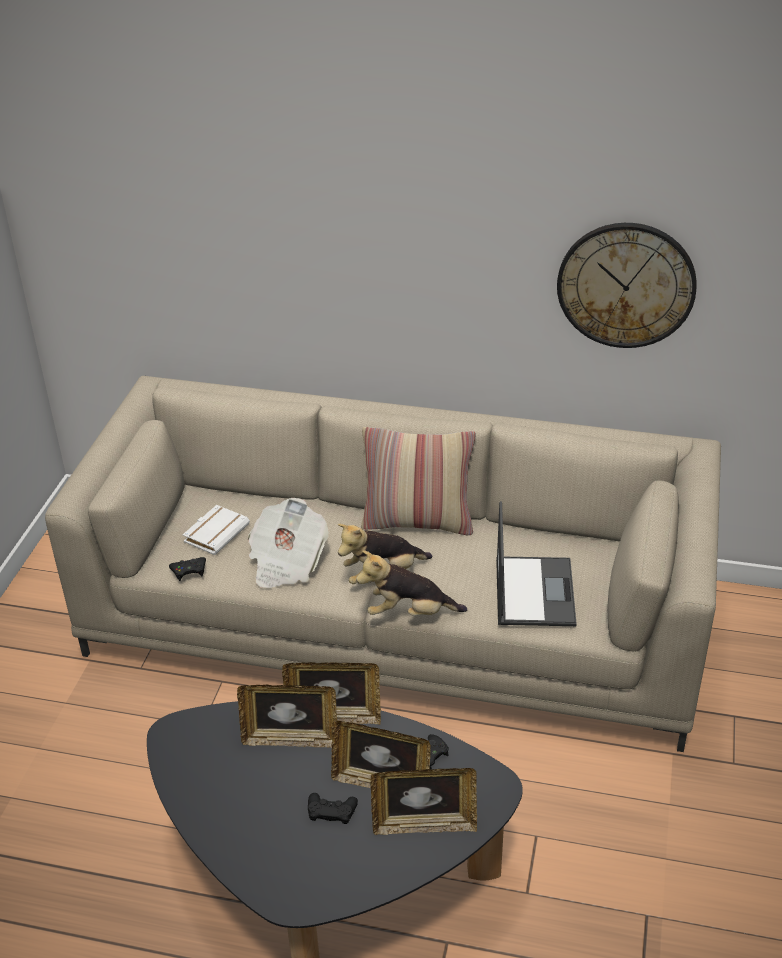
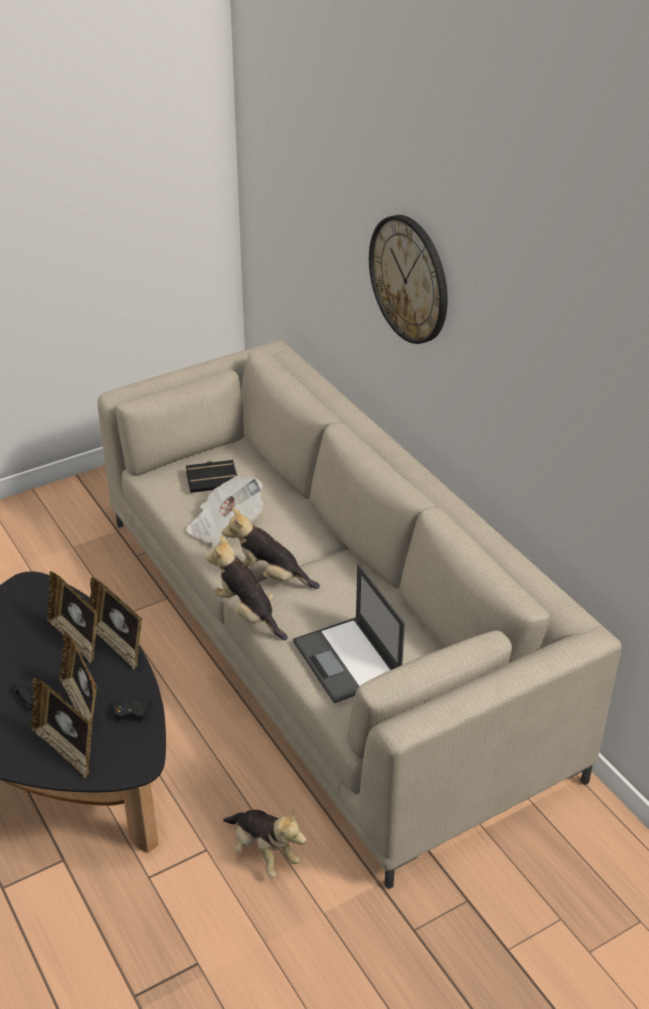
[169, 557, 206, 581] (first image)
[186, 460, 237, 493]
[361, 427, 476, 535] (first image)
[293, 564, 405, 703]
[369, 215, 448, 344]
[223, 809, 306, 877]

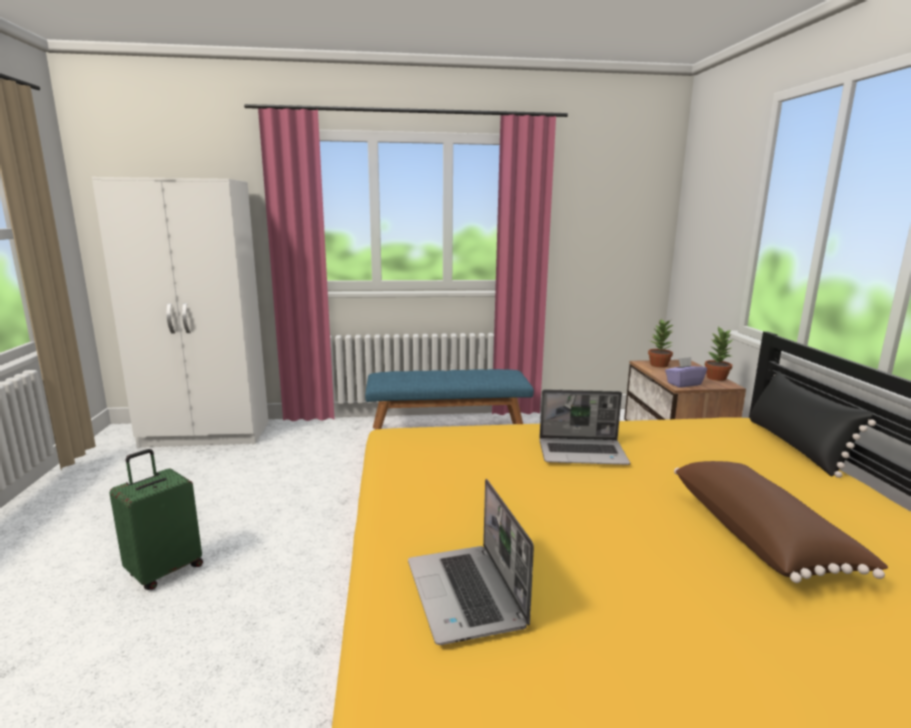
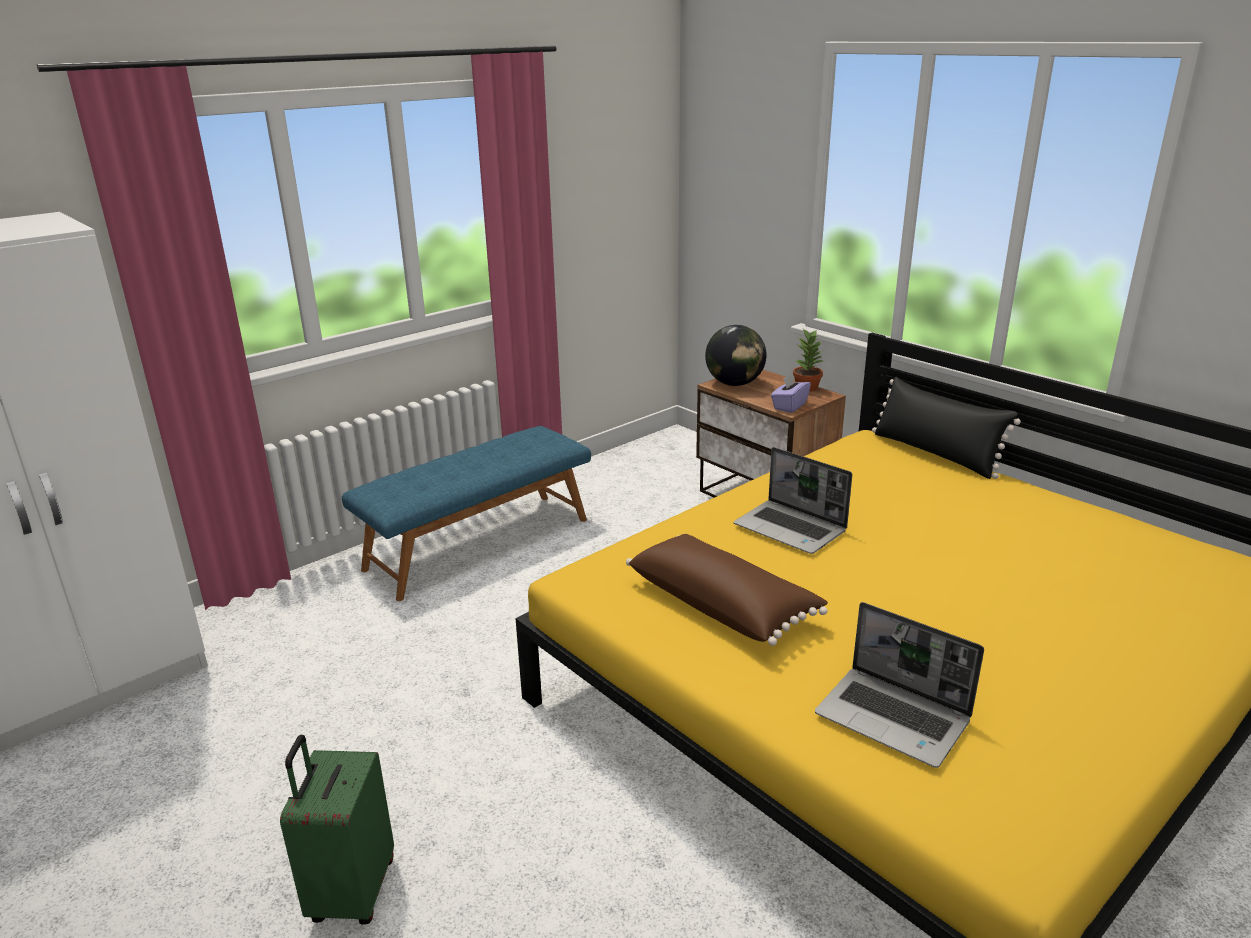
[734, 447, 852, 554]
[705, 325, 767, 386]
[626, 534, 828, 646]

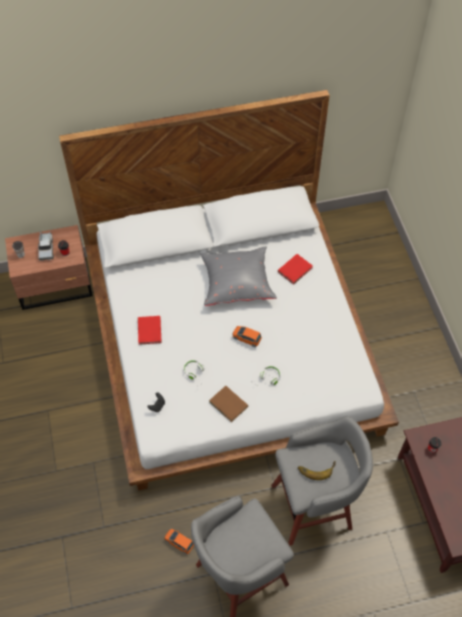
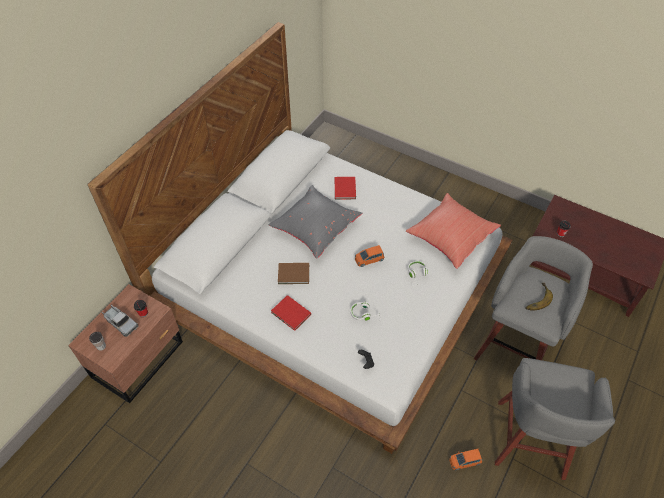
[278, 263, 309, 284]
[406, 193, 501, 269]

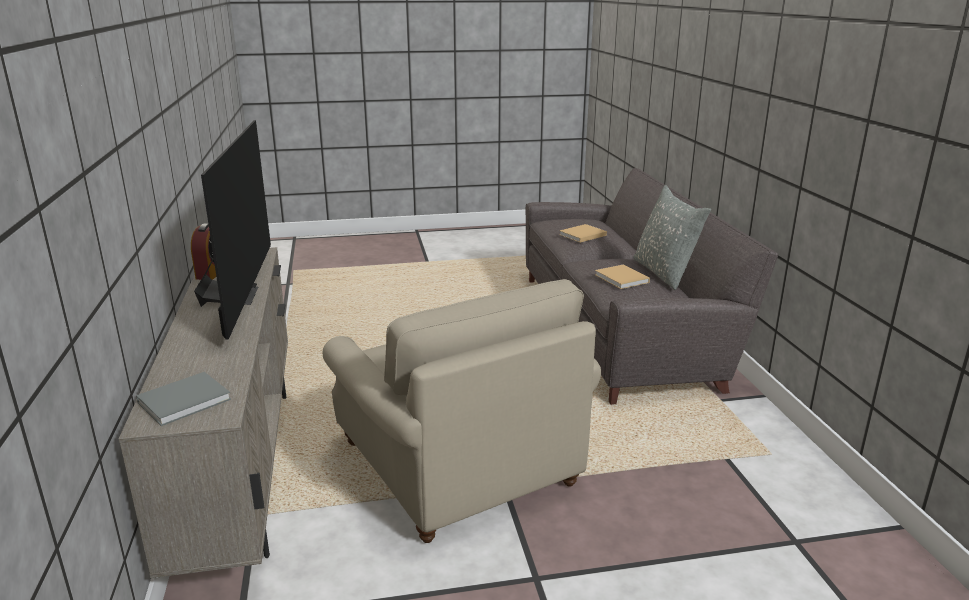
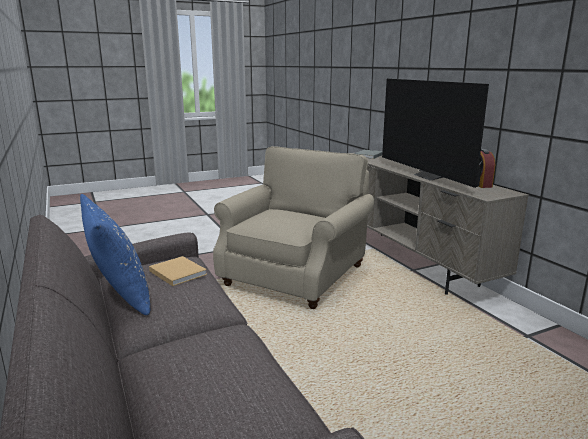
[213, 146, 374, 309]
[559, 224, 607, 243] (first image)
[80, 194, 150, 315]

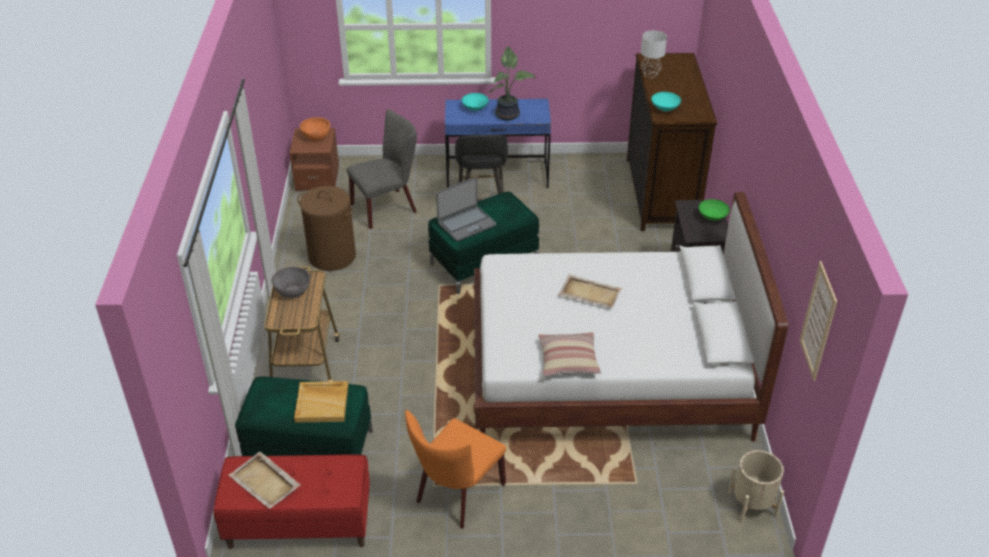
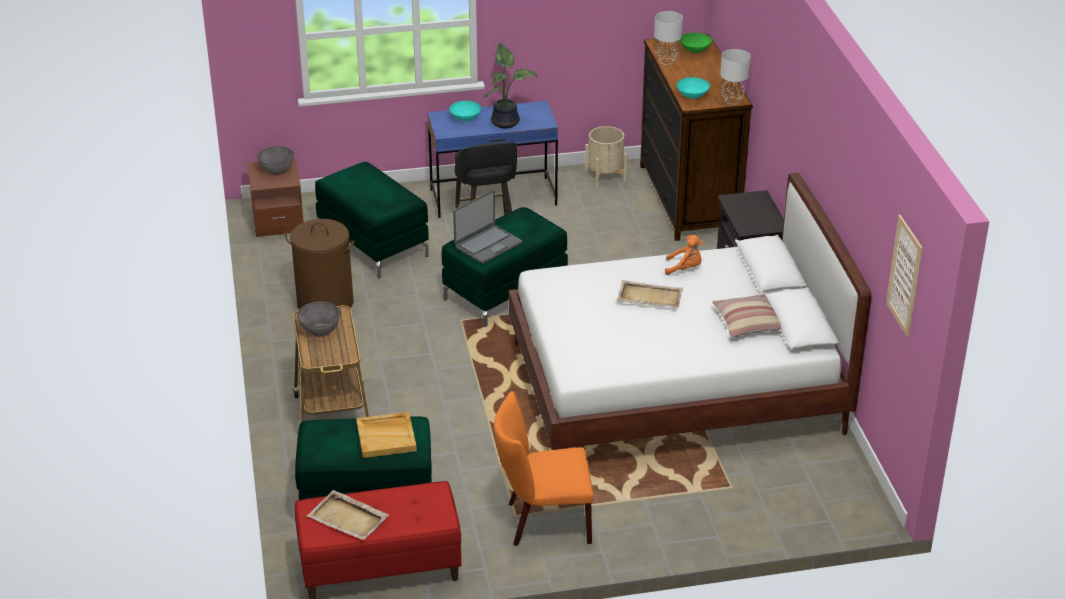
[257, 146, 294, 175]
[315, 162, 429, 278]
[494, 391, 594, 546]
[712, 293, 781, 337]
[680, 33, 712, 53]
[585, 126, 627, 188]
[665, 235, 702, 275]
[720, 49, 751, 105]

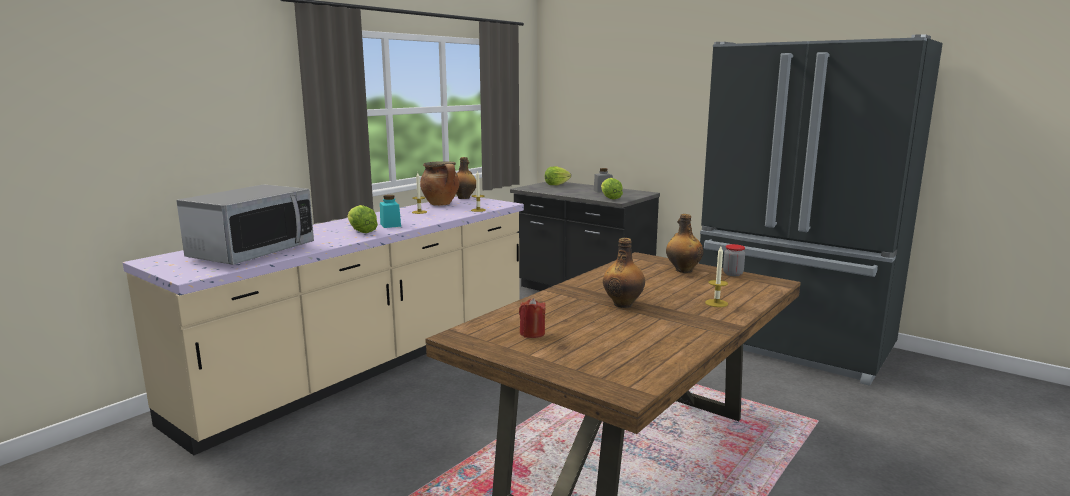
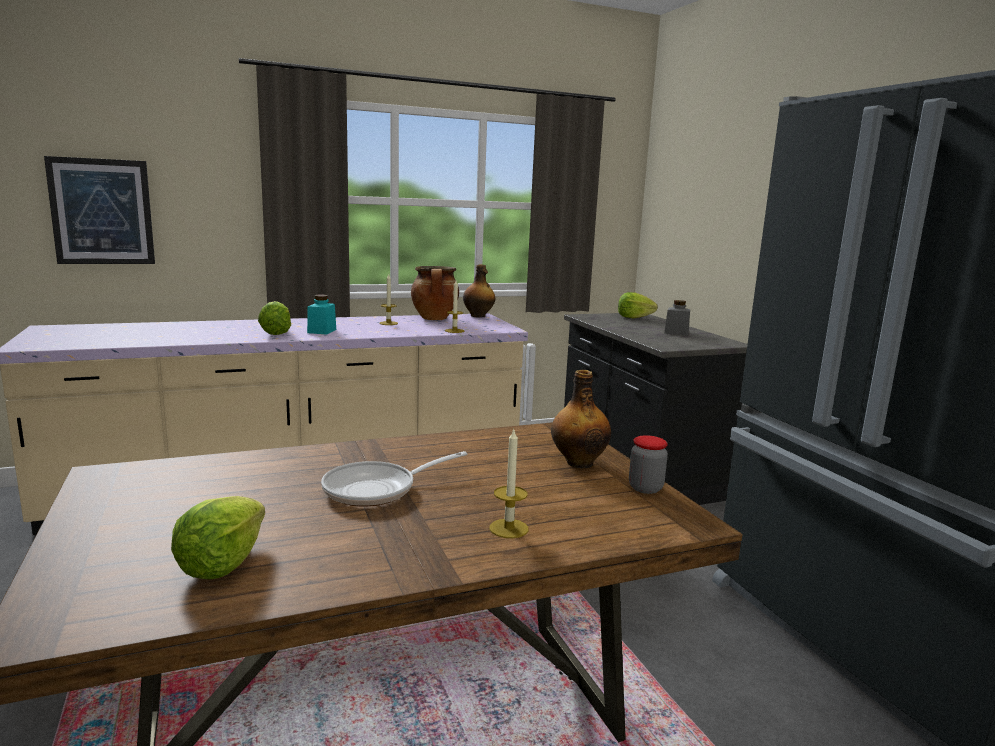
[176, 184, 314, 265] (first image)
[519, 298, 546, 338] (first image)
[171, 496, 265, 579]
[321, 451, 467, 506]
[44, 156, 155, 264]

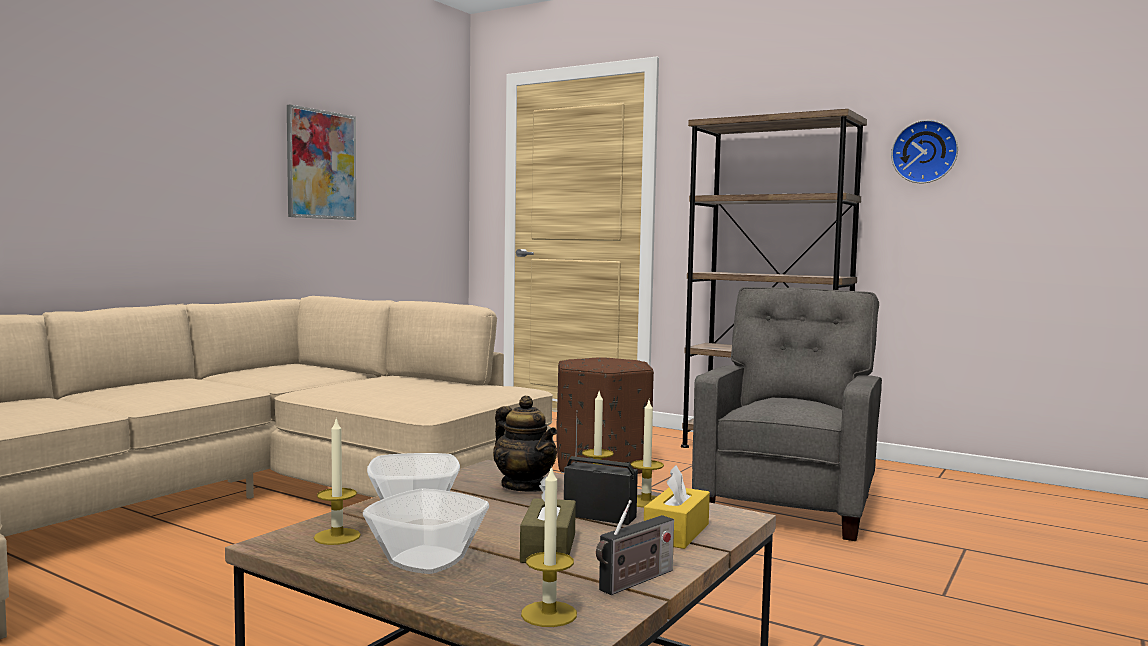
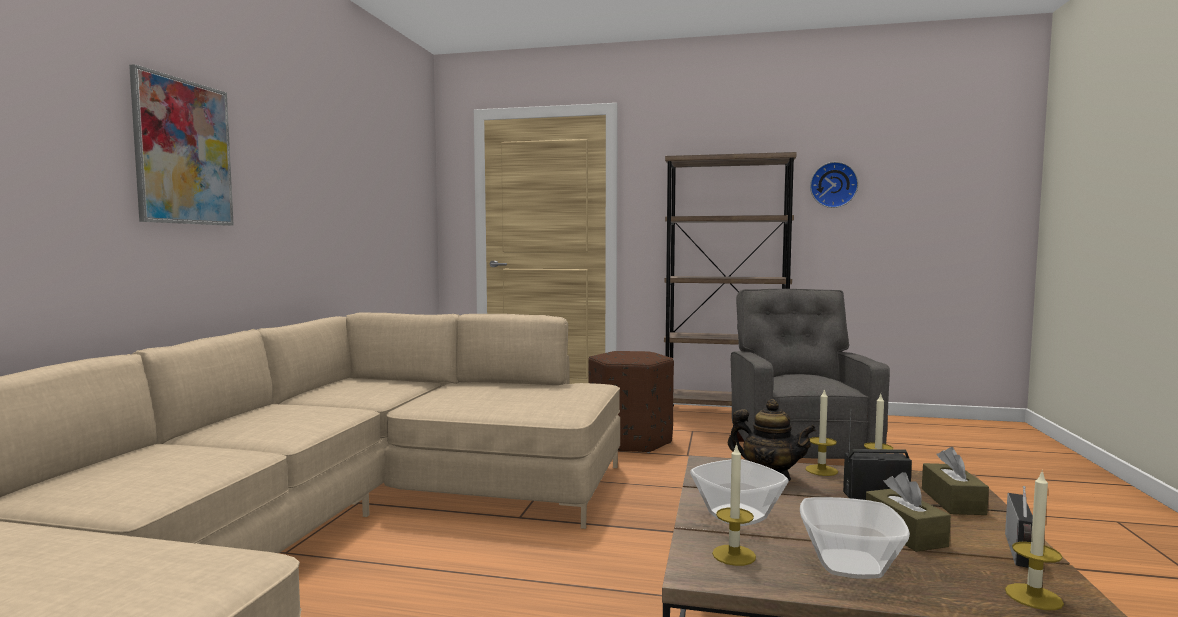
[129, 64, 234, 226]
[922, 447, 989, 515]

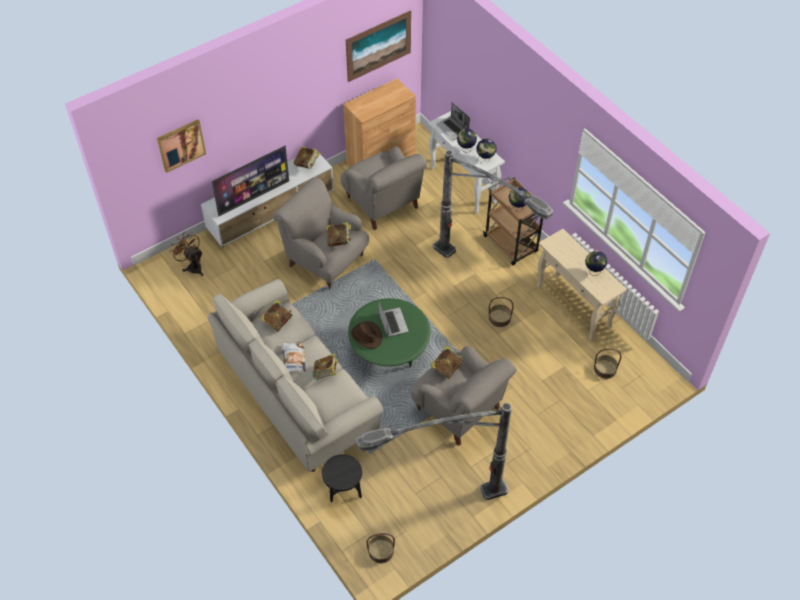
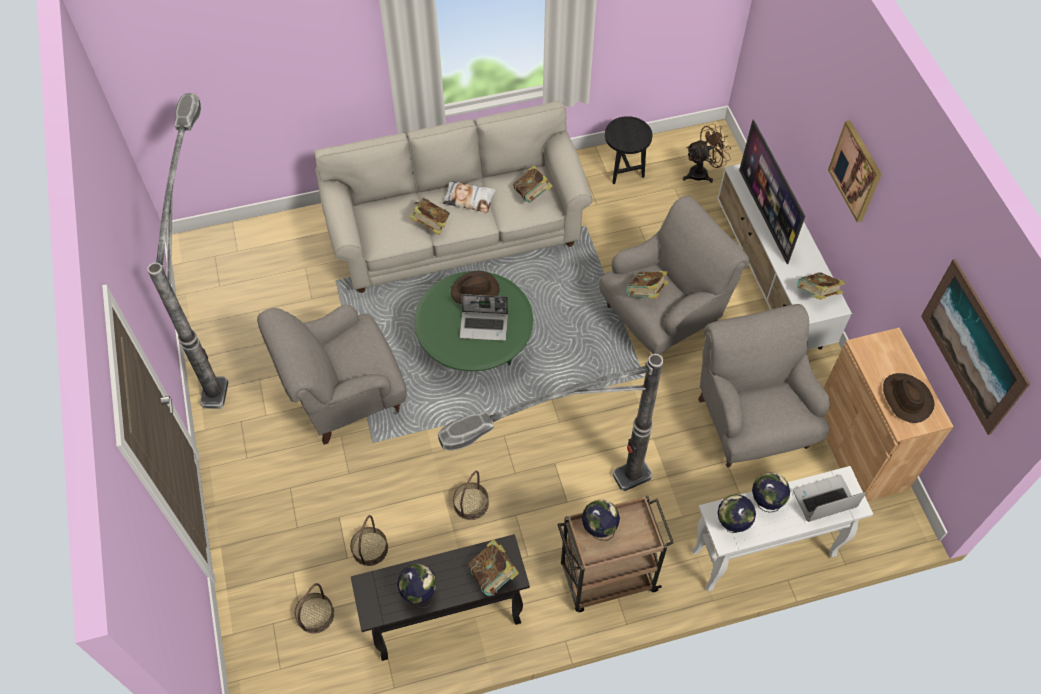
[828, 120, 882, 222]
[605, 116, 652, 184]
[698, 304, 830, 467]
[350, 515, 388, 566]
[468, 539, 519, 596]
[351, 534, 530, 661]
[883, 373, 935, 423]

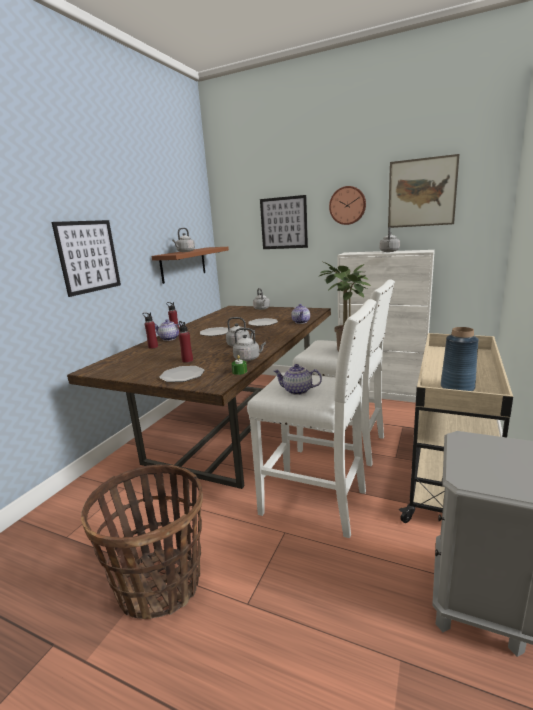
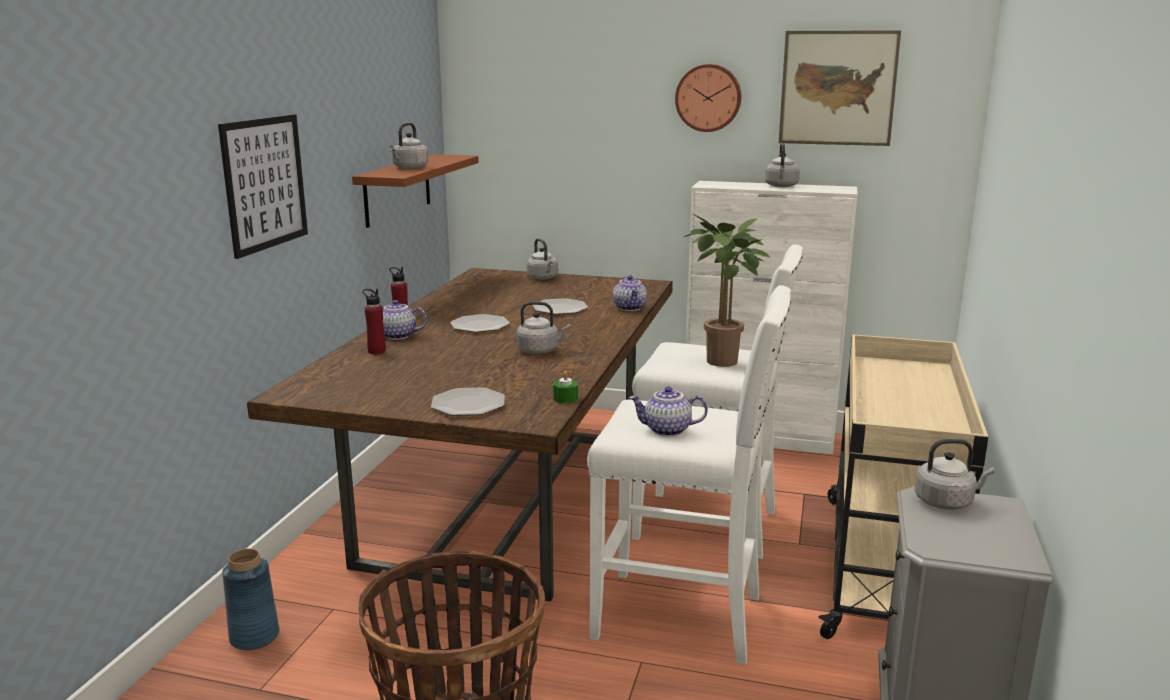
[179, 321, 193, 363] (first image)
[914, 439, 995, 510]
[260, 195, 308, 249] (first image)
[222, 549, 279, 650]

